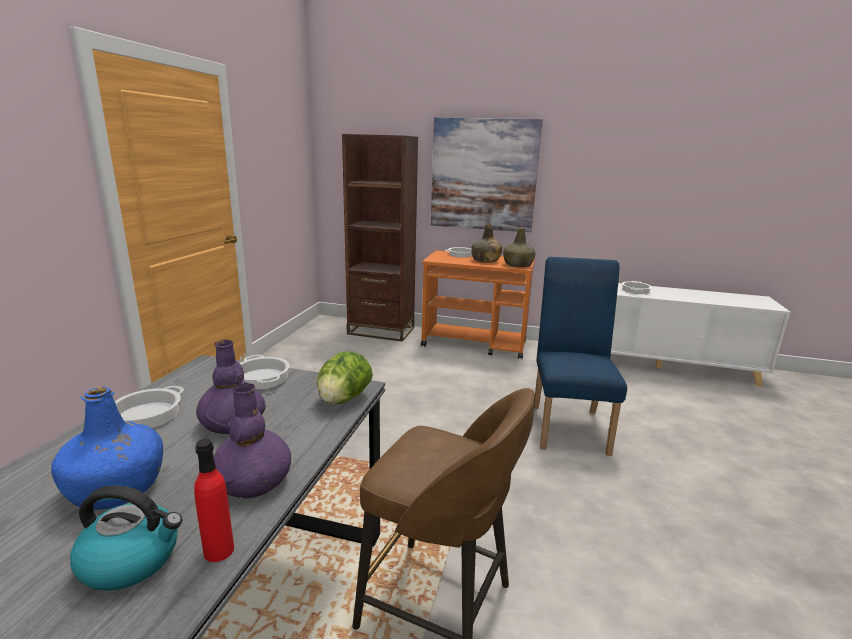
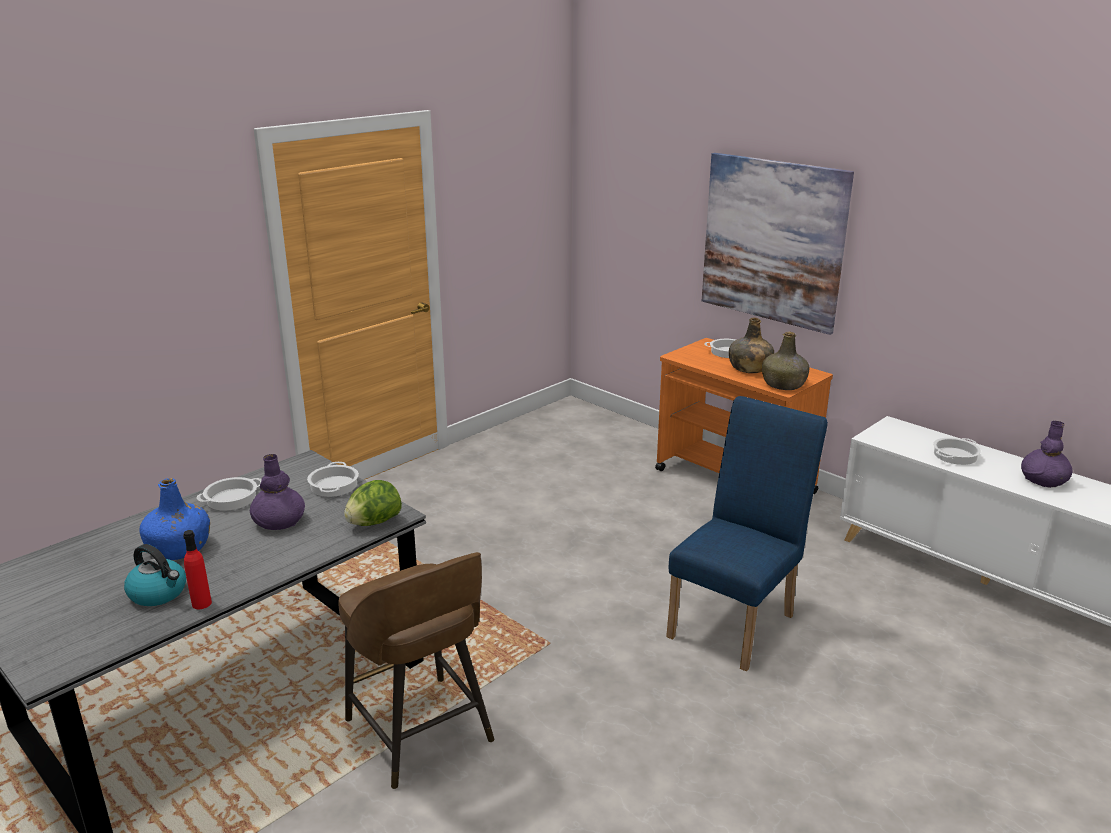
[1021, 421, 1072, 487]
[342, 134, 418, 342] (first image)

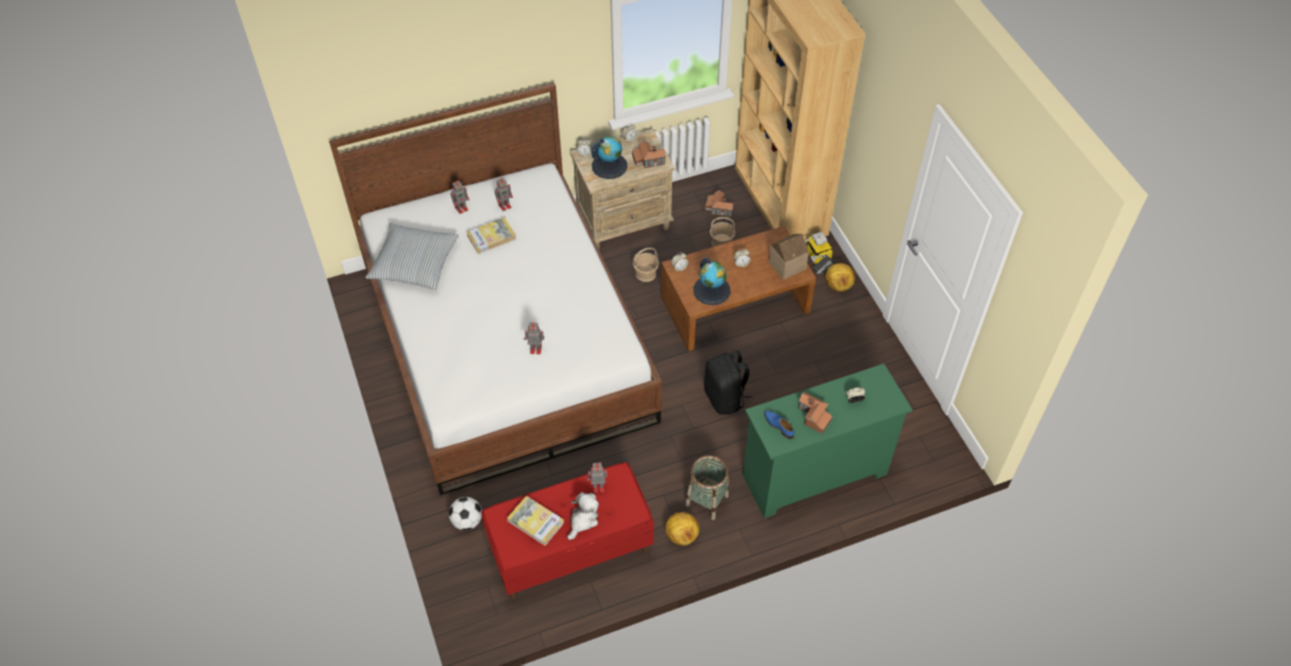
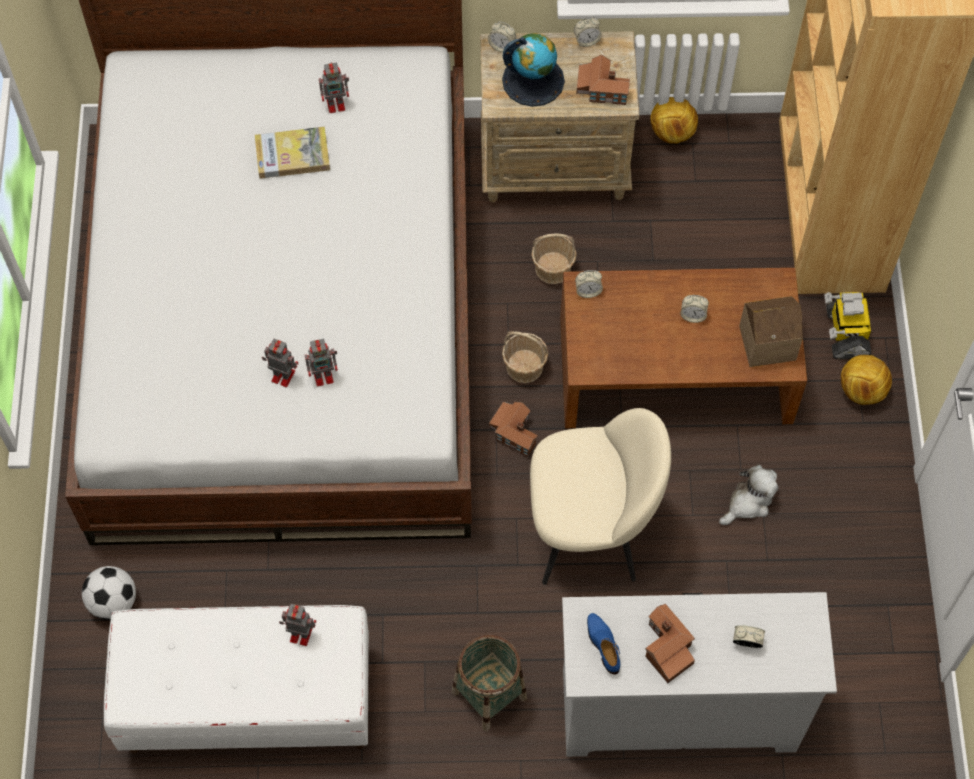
[365, 223, 459, 290] (first image)
[305, 339, 338, 387]
[104, 605, 369, 753]
[507, 496, 564, 546] (first image)
[719, 465, 779, 525]
[651, 97, 698, 144]
[693, 258, 730, 305] (first image)
[530, 408, 671, 585]
[489, 402, 538, 457]
[502, 331, 548, 383]
[562, 592, 837, 757]

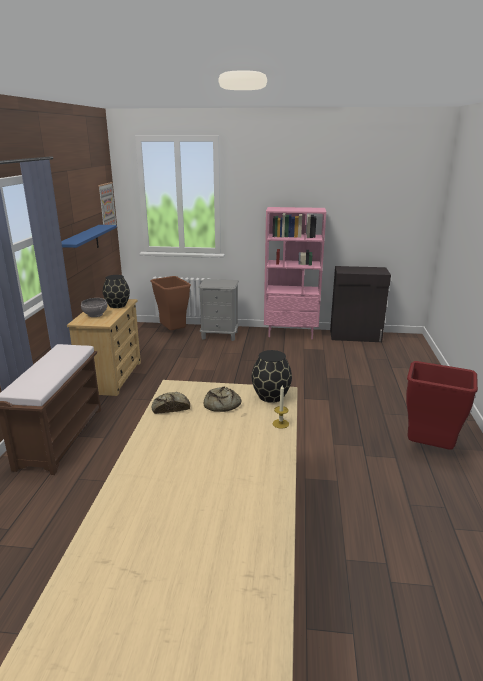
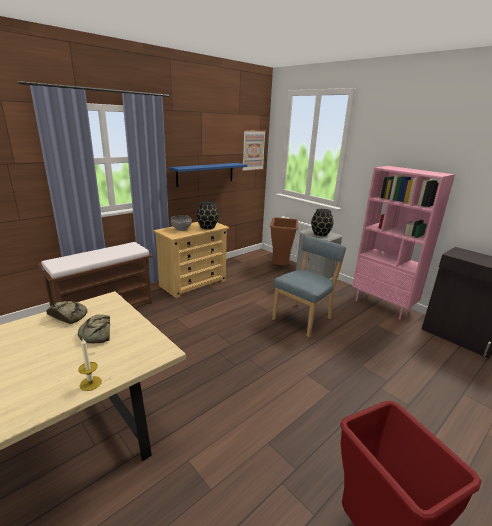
[311, 209, 333, 236]
[272, 236, 346, 337]

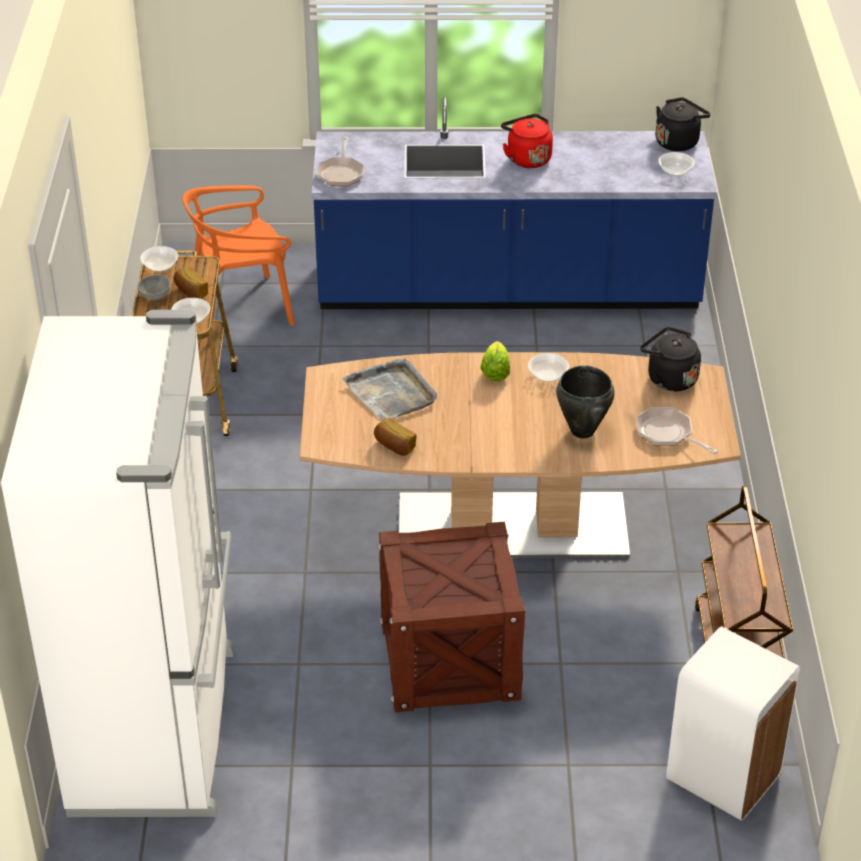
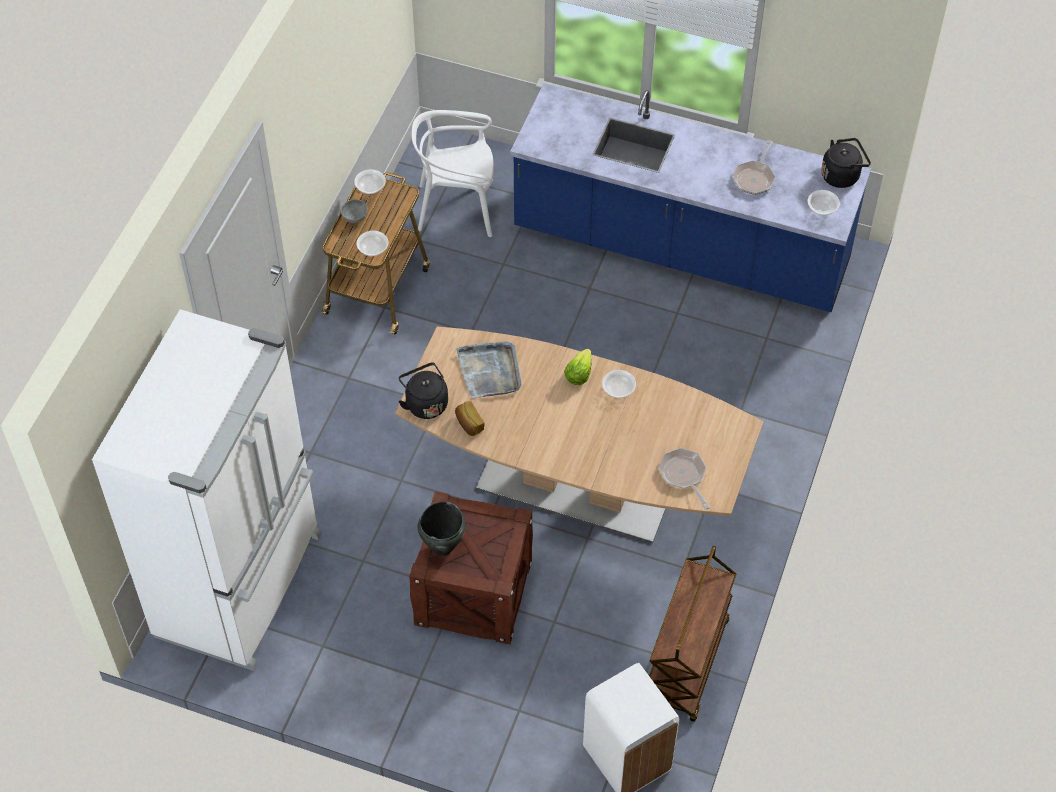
[174, 266, 208, 299] (first image)
[412, 110, 494, 237]
[732, 140, 776, 195]
[501, 114, 553, 168] (first image)
[418, 501, 466, 556]
[399, 362, 448, 419]

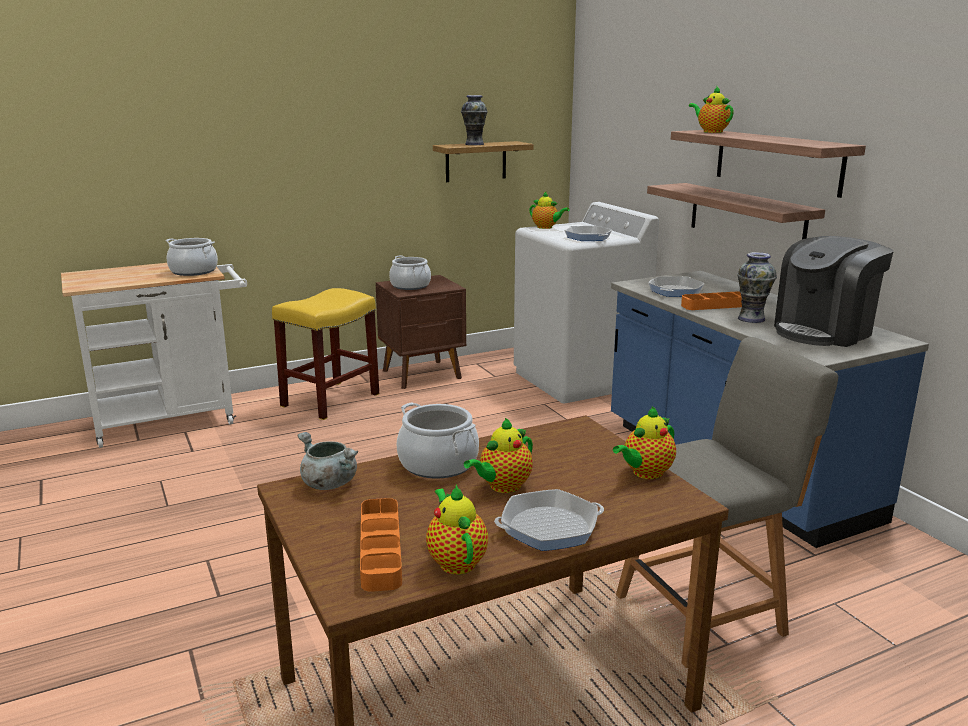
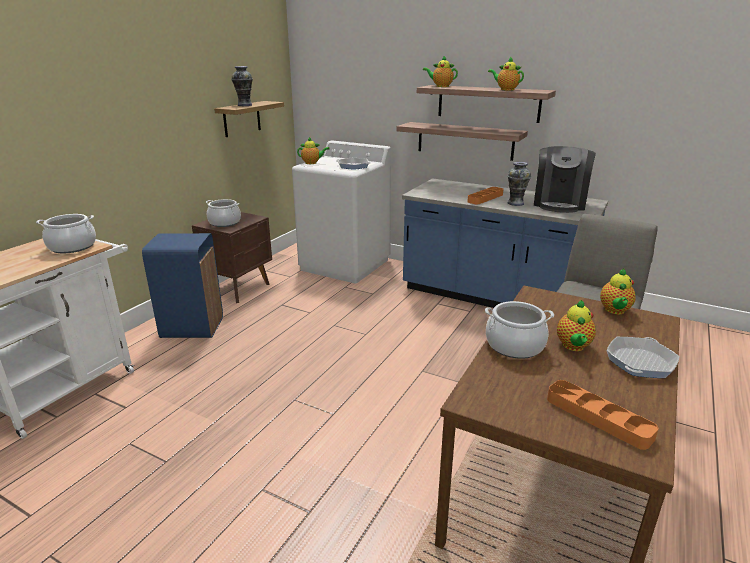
[142, 233, 223, 338]
[297, 432, 358, 490] (first image)
[488, 57, 524, 91]
[648, 276, 705, 297] (first image)

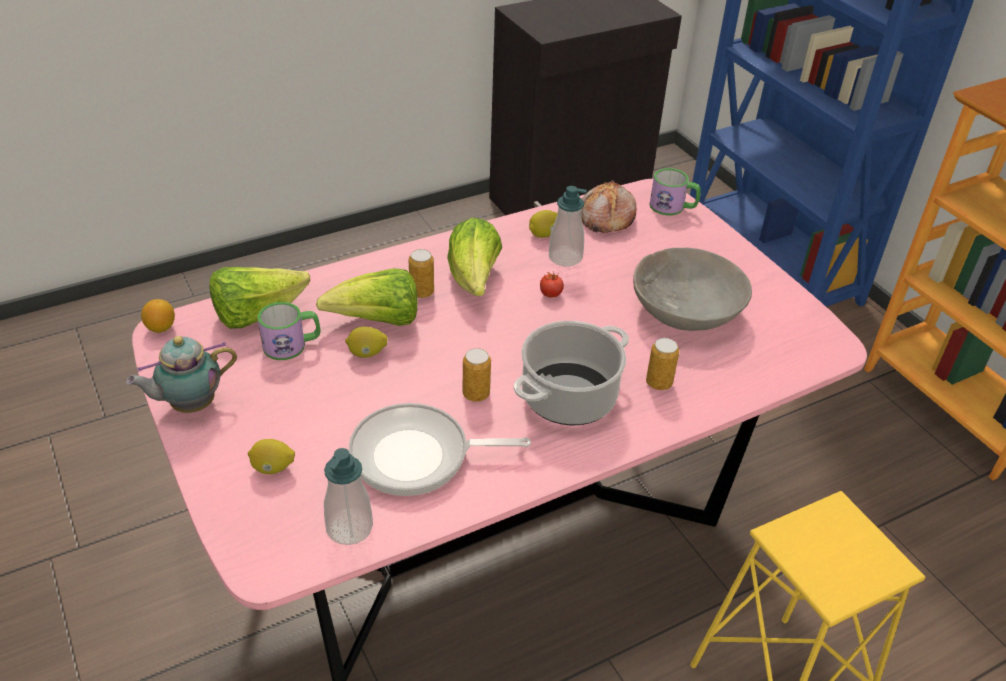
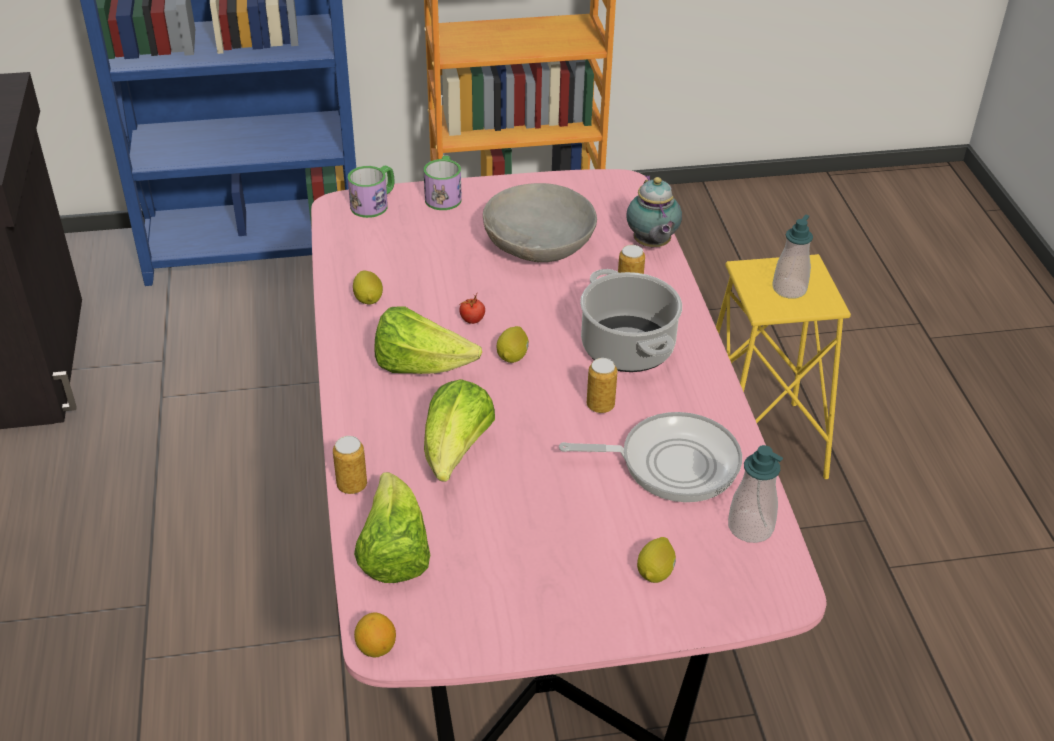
[626, 175, 682, 248]
[424, 155, 462, 210]
[497, 326, 529, 363]
[559, 412, 742, 502]
[333, 436, 367, 494]
[772, 214, 813, 299]
[582, 180, 636, 233] (first image)

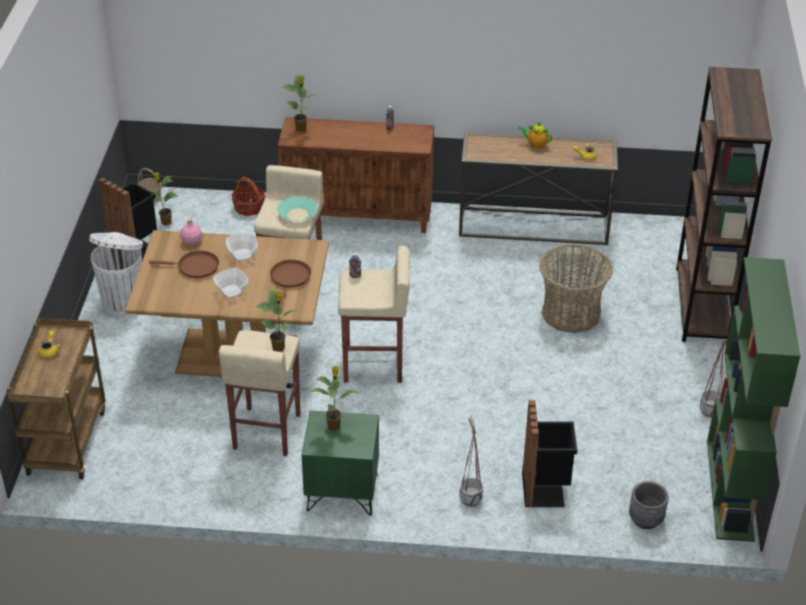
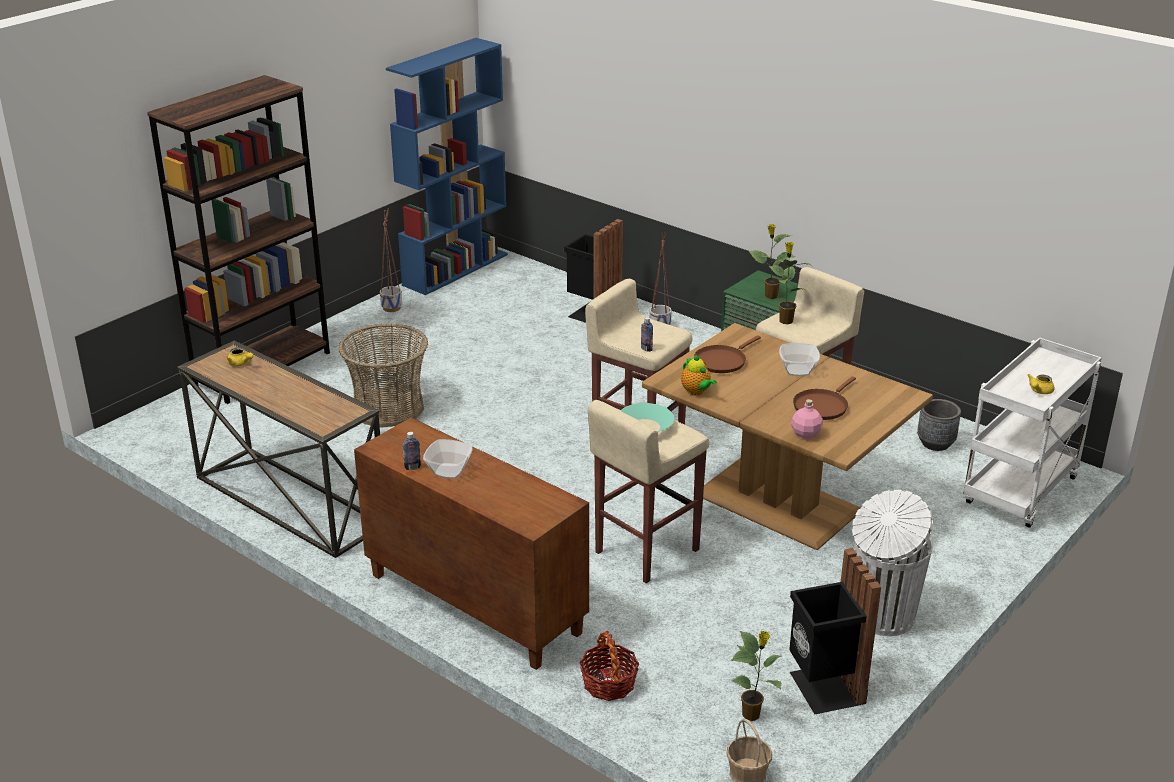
[963, 337, 1102, 528]
[793, 376, 856, 420]
[423, 439, 472, 479]
[283, 74, 315, 132] (first image)
[681, 354, 717, 395]
[917, 399, 961, 451]
[386, 38, 508, 295]

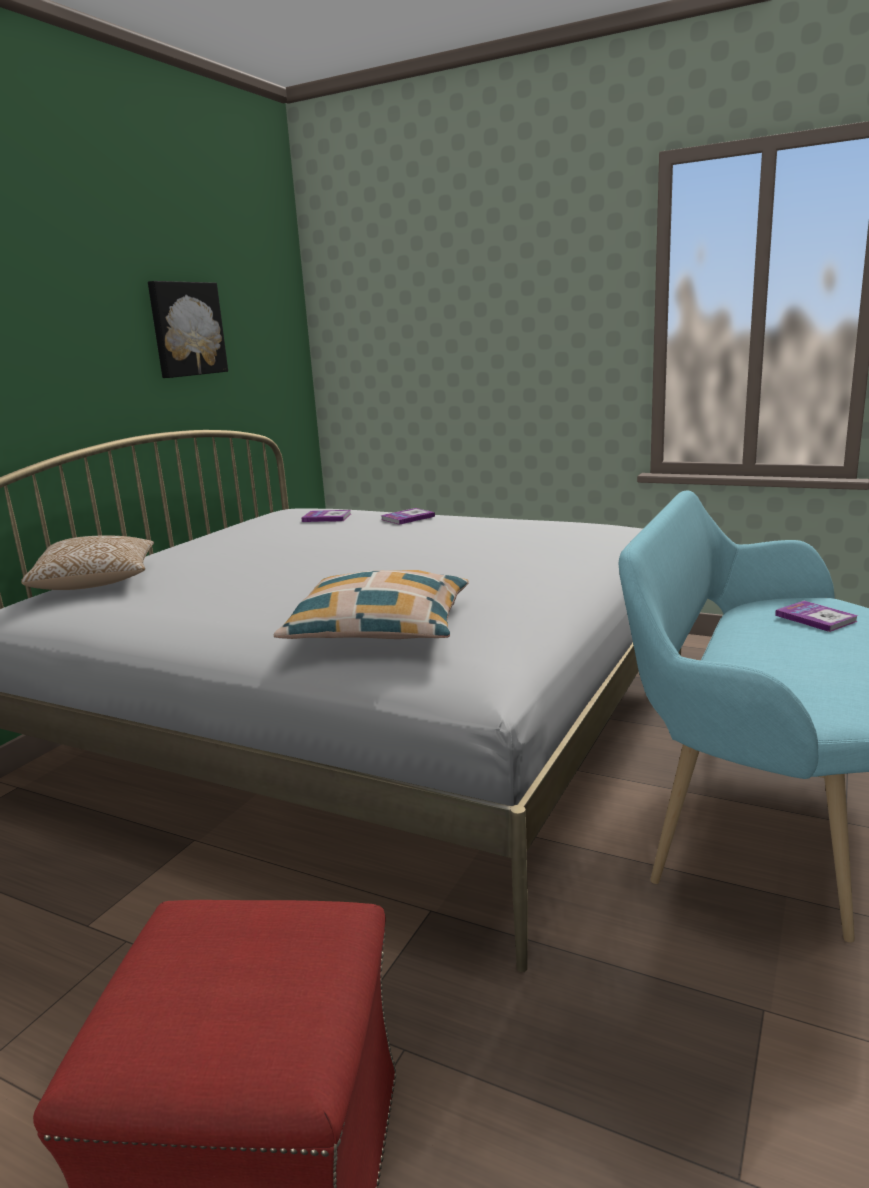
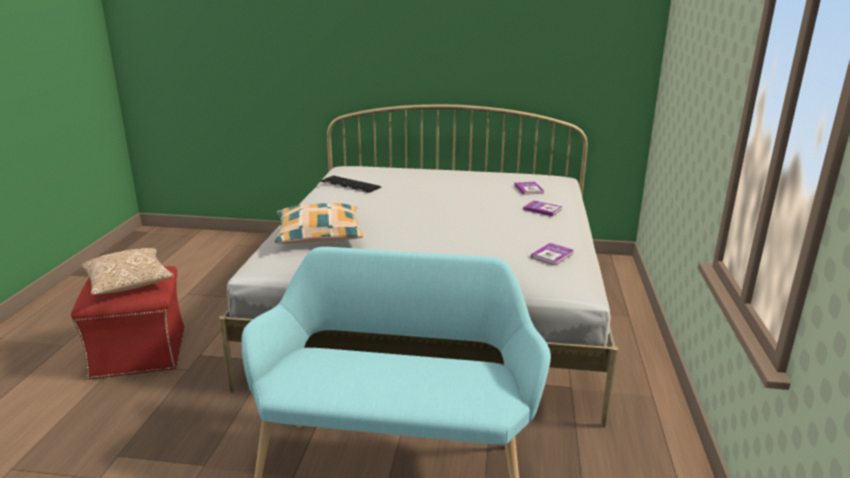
[82, 248, 174, 295]
[148, 281, 228, 378] (first image)
[531, 243, 574, 266]
[321, 175, 381, 193]

